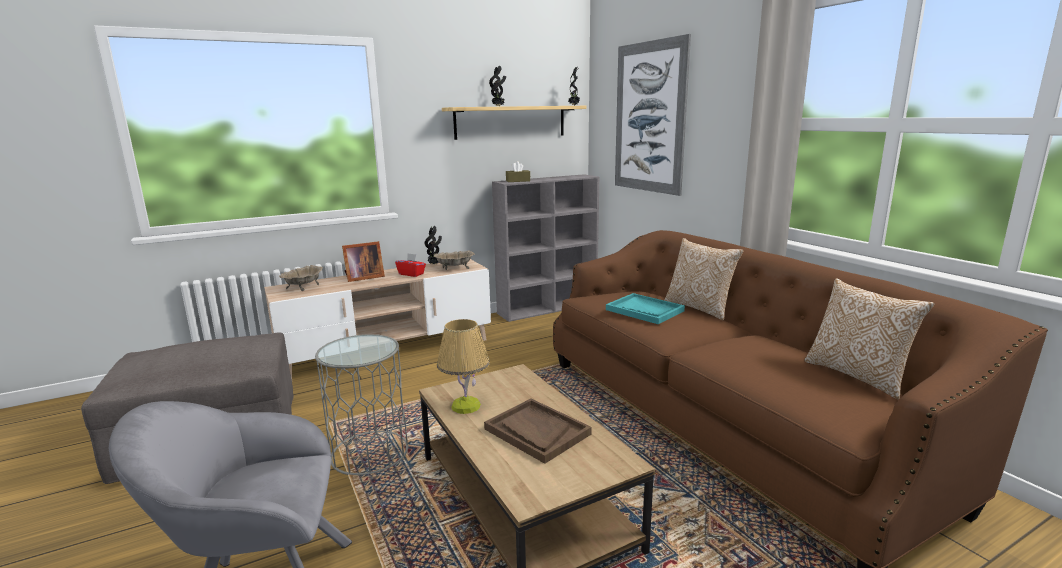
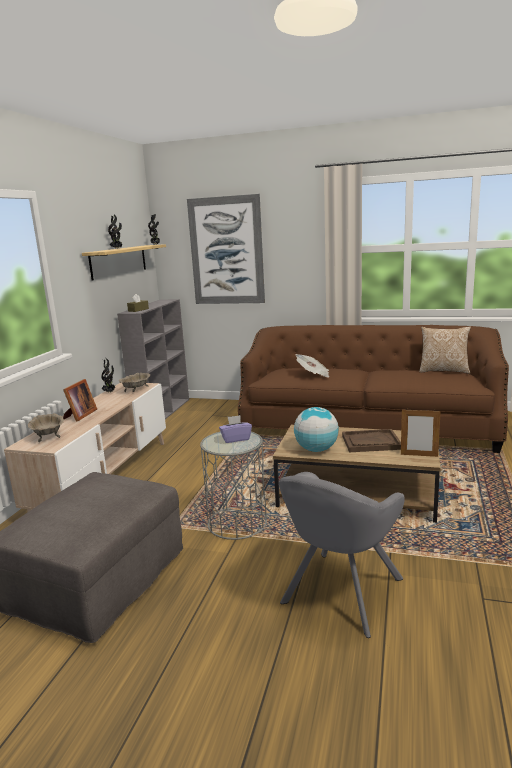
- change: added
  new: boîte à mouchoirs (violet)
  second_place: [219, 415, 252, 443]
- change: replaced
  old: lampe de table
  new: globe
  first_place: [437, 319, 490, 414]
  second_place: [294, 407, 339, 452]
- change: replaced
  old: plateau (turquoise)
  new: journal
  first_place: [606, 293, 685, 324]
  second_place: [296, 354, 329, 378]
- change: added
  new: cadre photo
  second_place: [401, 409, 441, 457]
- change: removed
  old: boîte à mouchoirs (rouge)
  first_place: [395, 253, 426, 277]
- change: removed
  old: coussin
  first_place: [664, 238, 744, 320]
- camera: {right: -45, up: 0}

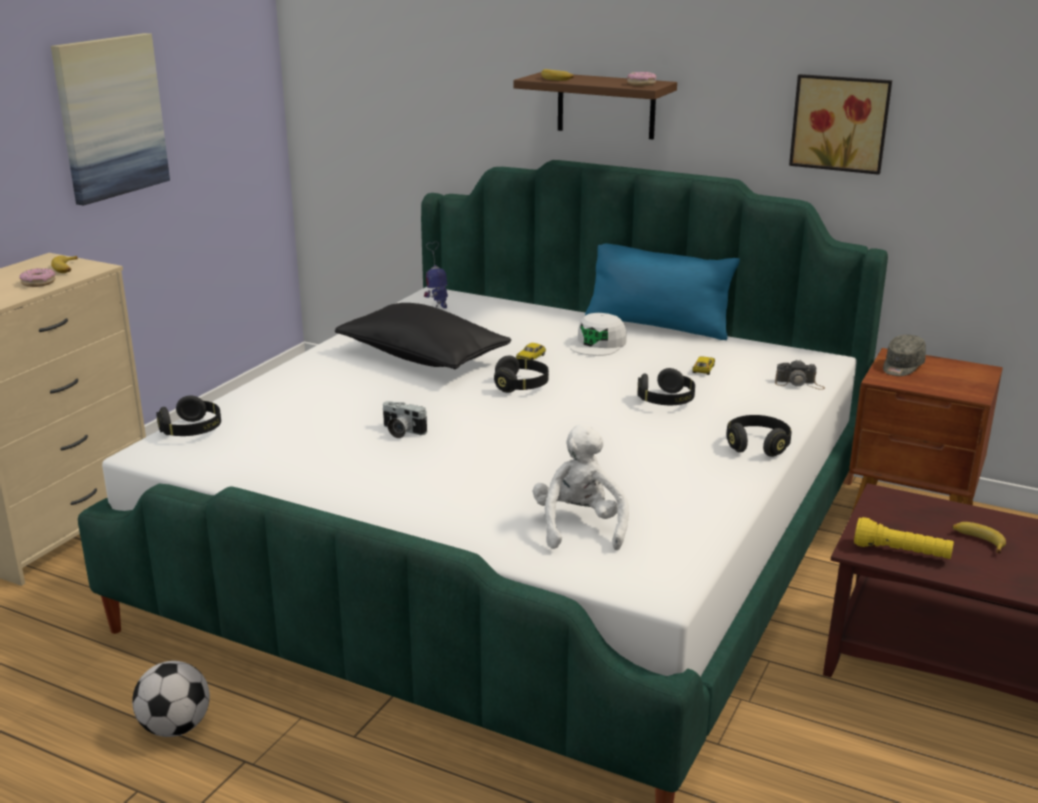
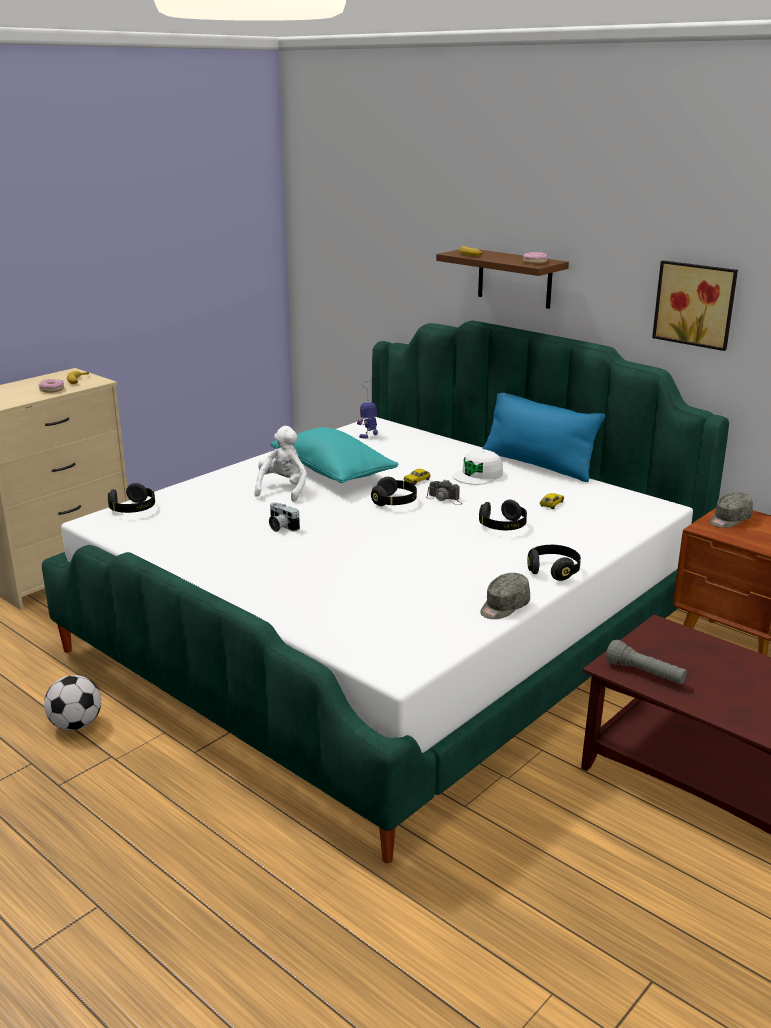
- change: moved
  old: peluche (blanc)
  first_place: [533, 424, 629, 550]
  second_place: [254, 426, 307, 502]
- change: recoloured
  old: coussin (noir)
  new: coussin (turquoise)
  first_place: [335, 303, 511, 369]
  second_place: [270, 427, 399, 483]
- change: moved
  old: appareil photo
  first_place: [775, 359, 825, 390]
  second_place: [426, 479, 462, 505]
- change: added
  new: casquette (gris)
  second_place: [480, 573, 530, 619]
- change: recoloured
  old: lampe de poche (jaune)
  new: lampe de poche (gris)
  first_place: [854, 517, 954, 559]
  second_place: [606, 640, 687, 685]
- change: removed
  old: tableau
  first_place: [51, 33, 170, 206]
- change: removed
  old: banane
  first_place: [952, 522, 1006, 554]
- camera: {right: 15, up: 0}

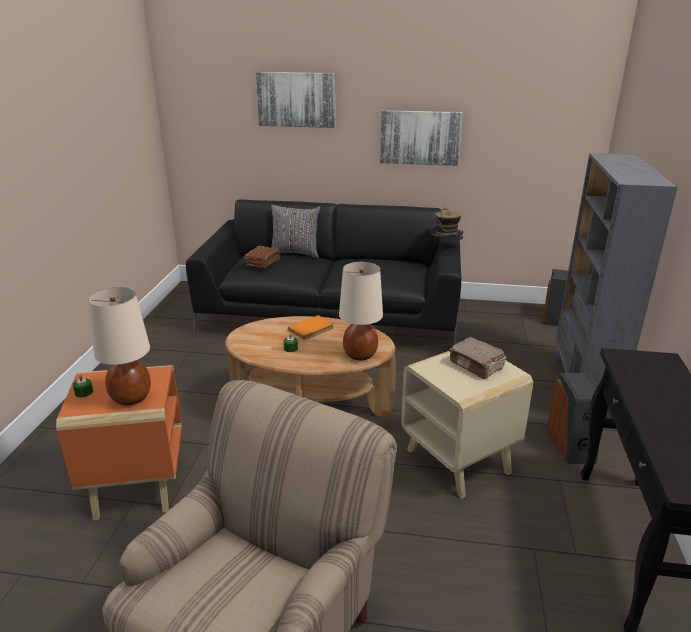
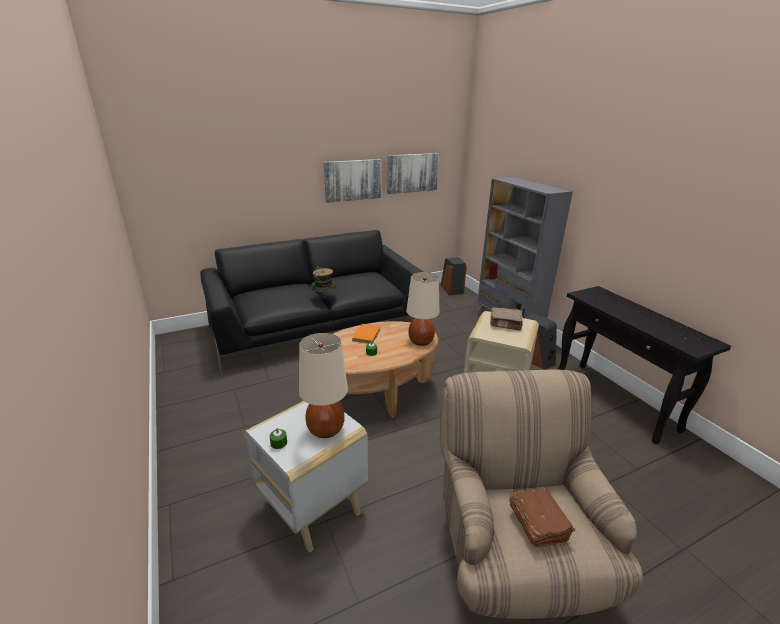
- change: recoloured
  old: table d'appoint (orange)
  new: table d'appoint (blanc)
  first_place: [56, 365, 182, 520]
  second_place: [244, 401, 368, 553]
- change: moved
  old: chapeau
  first_place: [431, 207, 464, 240]
  second_place: [311, 266, 337, 294]
- change: moved
  old: tableau
  first_place: [256, 72, 336, 128]
  second_place: [387, 153, 439, 194]
- change: moved
  old: livre (marron)
  first_place: [244, 246, 280, 268]
  second_place: [509, 487, 575, 547]
- change: removed
  old: coussin (gris)
  first_place: [271, 205, 321, 258]
- camera: {right: -35, up: 0}

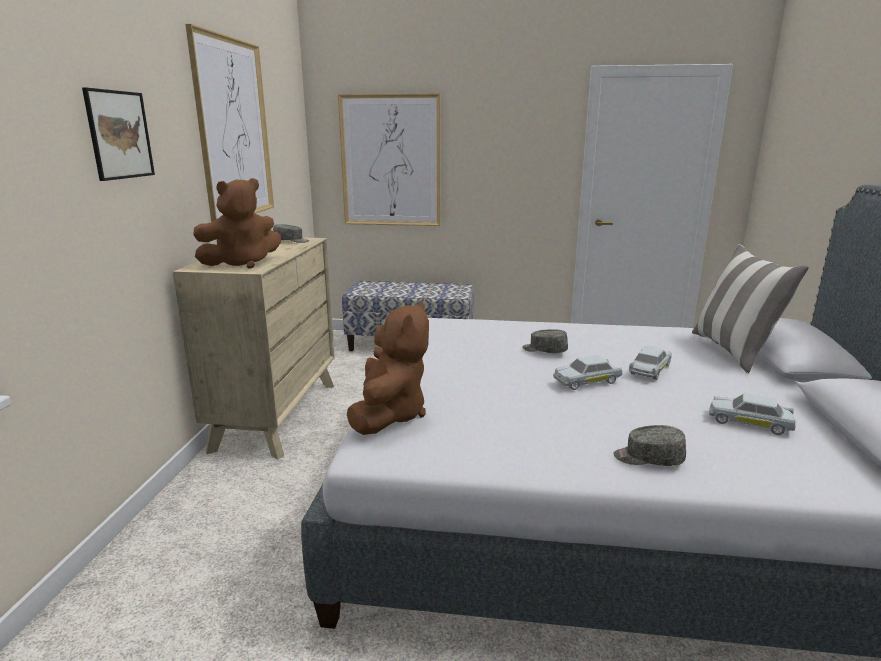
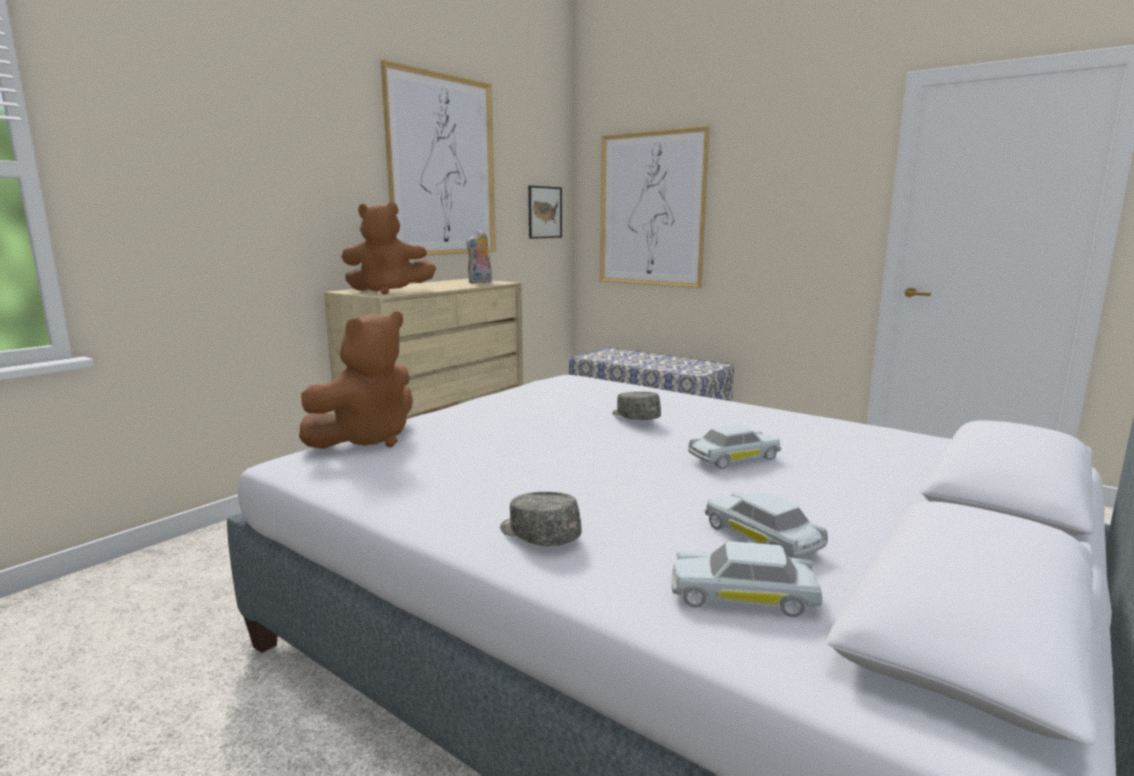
- change: replaced
  old: casquette (gris)
  new: peluche
  first_place: [273, 224, 309, 243]
  second_place: [466, 229, 492, 283]
- change: moved
  old: tableau
  first_place: [82, 87, 155, 181]
  second_place: [528, 186, 562, 239]
- change: moved
  old: petite voiture (blanc)
  first_place: [553, 355, 622, 390]
  second_place: [672, 541, 823, 617]
- change: removed
  old: coussin
  first_place: [692, 244, 809, 373]
- camera: {right: 30, up: -5}

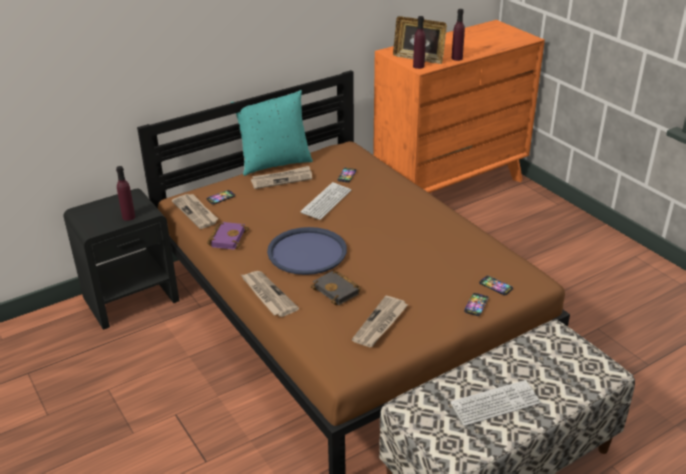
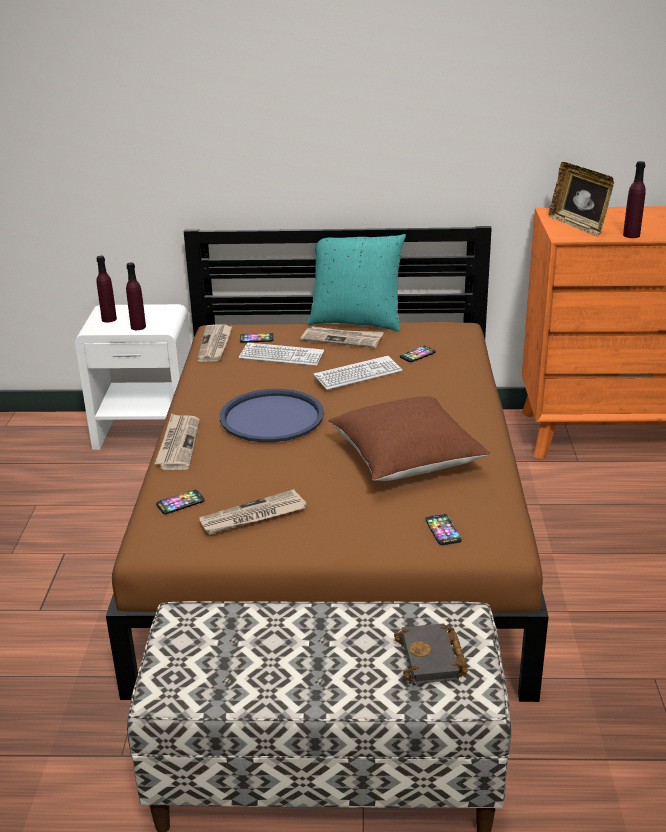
- change: recoloured
  old: table de chevet (noir)
  new: table de chevet (blanc)
  first_place: [63, 189, 179, 330]
  second_place: [75, 304, 191, 450]
- change: moved
  old: bouteille (violet)
  first_place: [413, 16, 426, 69]
  second_place: [97, 256, 117, 322]
- change: moved
  old: téléphone
  first_place: [464, 293, 489, 316]
  second_place: [156, 490, 205, 514]
- change: moved
  old: clavier
  first_place: [450, 380, 541, 426]
  second_place: [239, 343, 324, 366]
- change: added
  new: coussin (marron)
  second_place: [328, 396, 490, 481]
- change: moved
  old: livre (noir)
  first_place: [310, 271, 361, 305]
  second_place: [394, 623, 468, 684]
- change: removed
  old: livre (violet)
  first_place: [207, 222, 249, 250]
- camera: {right: 35, up: -5}

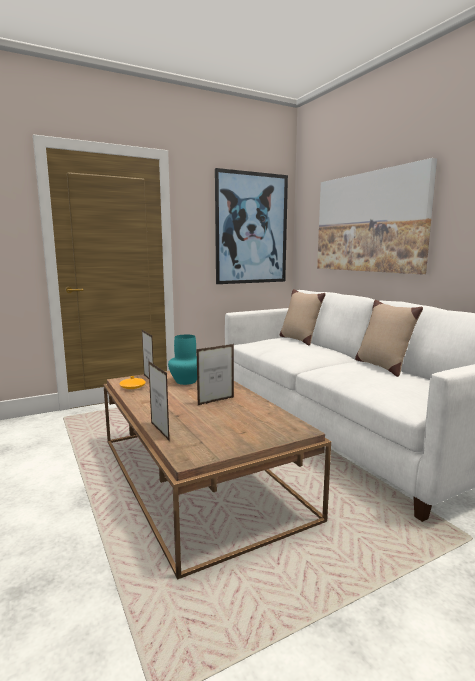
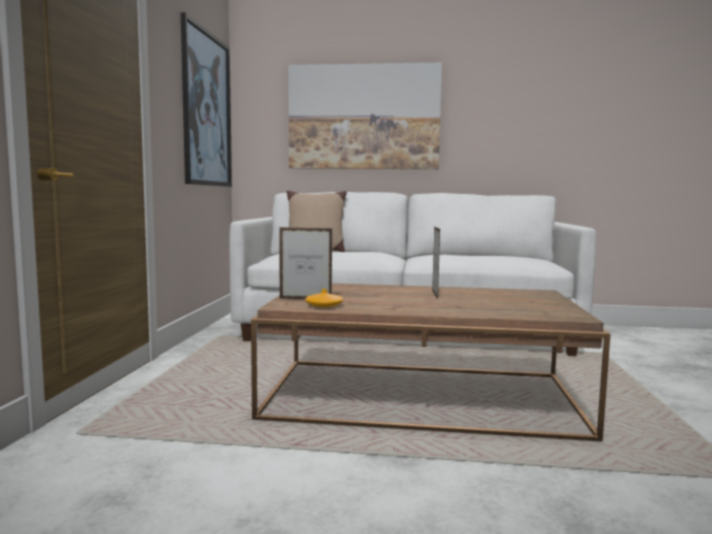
- change: removed
  old: cadre photo
  first_place: [148, 361, 169, 440]
- change: removed
  old: vase (turquoise)
  first_place: [168, 335, 197, 385]
- change: removed
  old: coussin (beige)
  first_place: [355, 300, 423, 377]
- camera: {right: -55, up: -5}

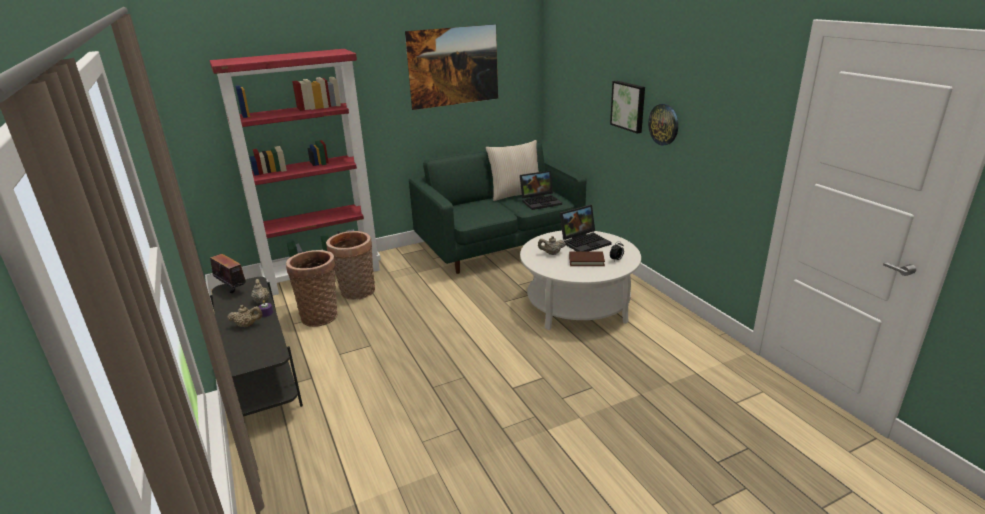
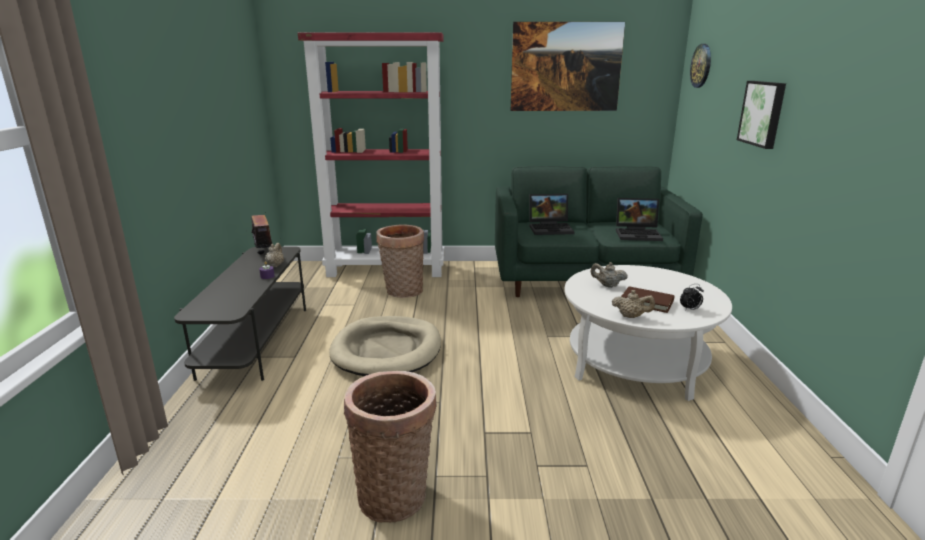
- change: added
  new: panier pour chien (beige)
  second_place: [329, 316, 441, 376]
- change: moved
  old: panier
  first_place: [286, 250, 338, 327]
  second_place: [344, 371, 437, 523]
- change: moved
  old: ordinateur portable
  first_place: [560, 205, 612, 252]
  second_place: [529, 194, 575, 235]
- change: moved
  old: théière (beige)
  first_place: [227, 305, 263, 327]
  second_place: [612, 290, 655, 318]
- change: moved
  old: horloge murale
  first_place: [648, 104, 678, 145]
  second_place: [690, 44, 711, 88]
- change: removed
  old: coussin (beige)
  first_place: [486, 140, 539, 201]
- camera: {right: 25, up: -5}

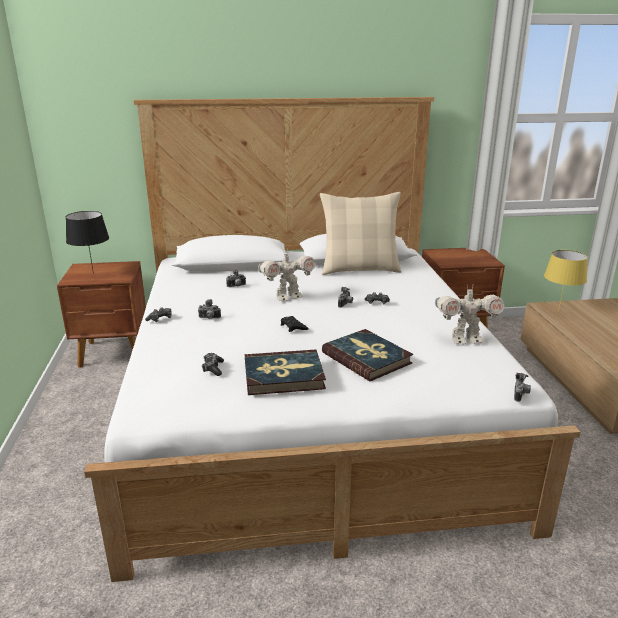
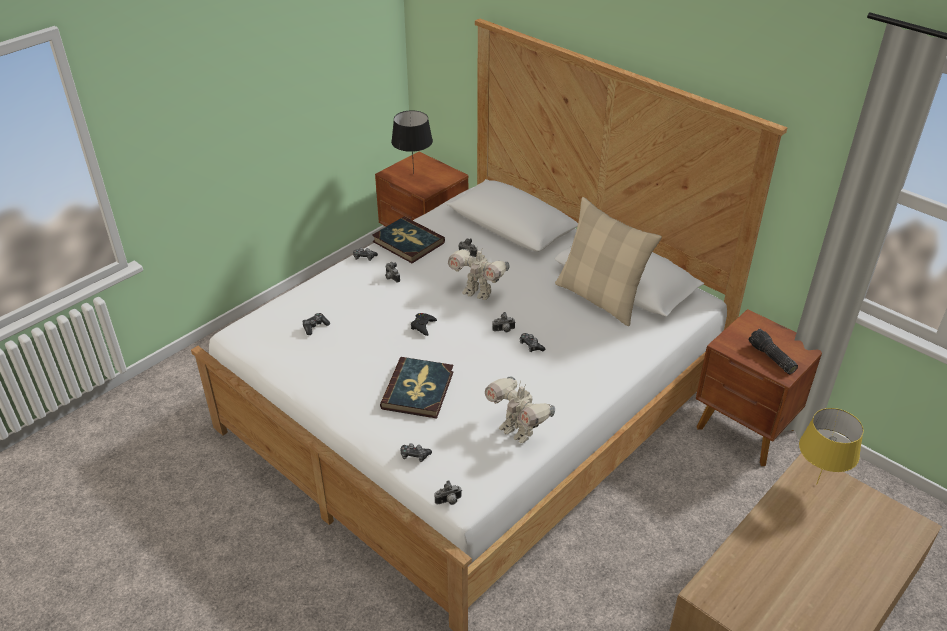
- change: moved
  old: livre
  first_place: [245, 350, 326, 395]
  second_place: [372, 216, 445, 263]
- change: added
  new: manette
  second_place: [400, 443, 432, 462]
- change: added
  new: lampe de poche
  second_place: [749, 329, 798, 374]
- camera: {right: 50, up: 15}

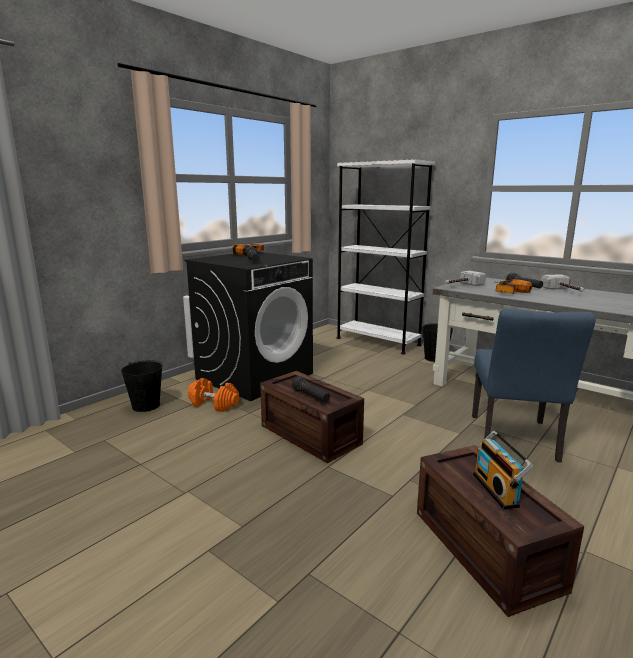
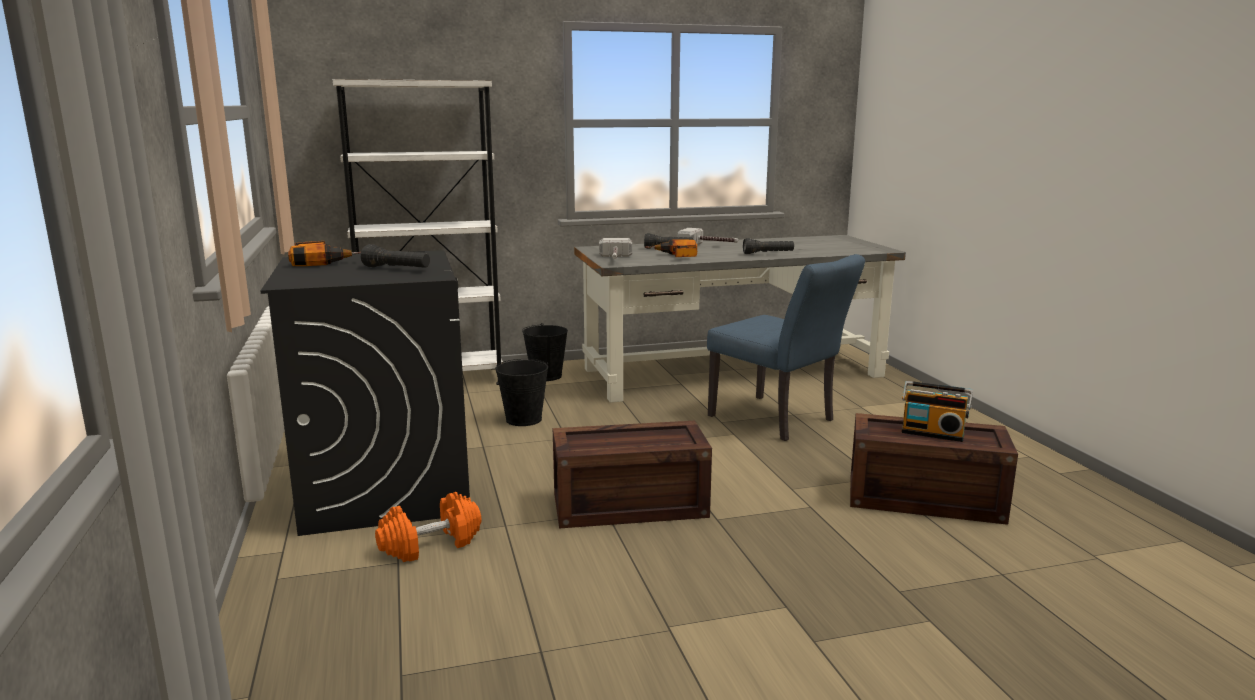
- change: moved
  old: seau (noir)
  first_place: [121, 360, 163, 412]
  second_place: [495, 359, 548, 426]
- change: moved
  old: lampe de poche (noir)
  first_place: [292, 376, 330, 402]
  second_place: [743, 238, 794, 254]
- camera: {right: -55, up: 0}

